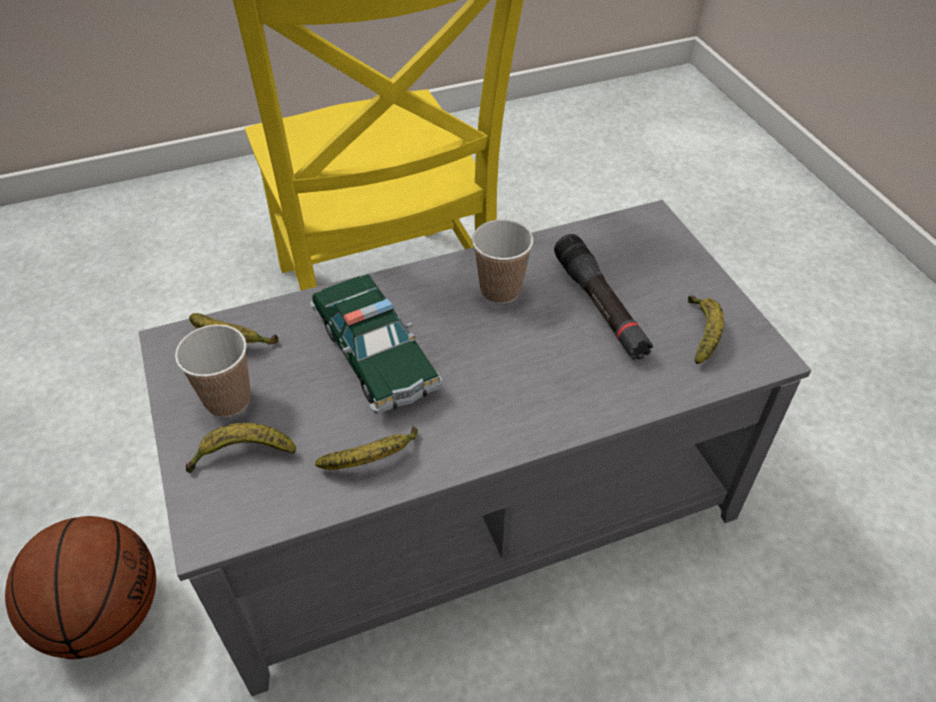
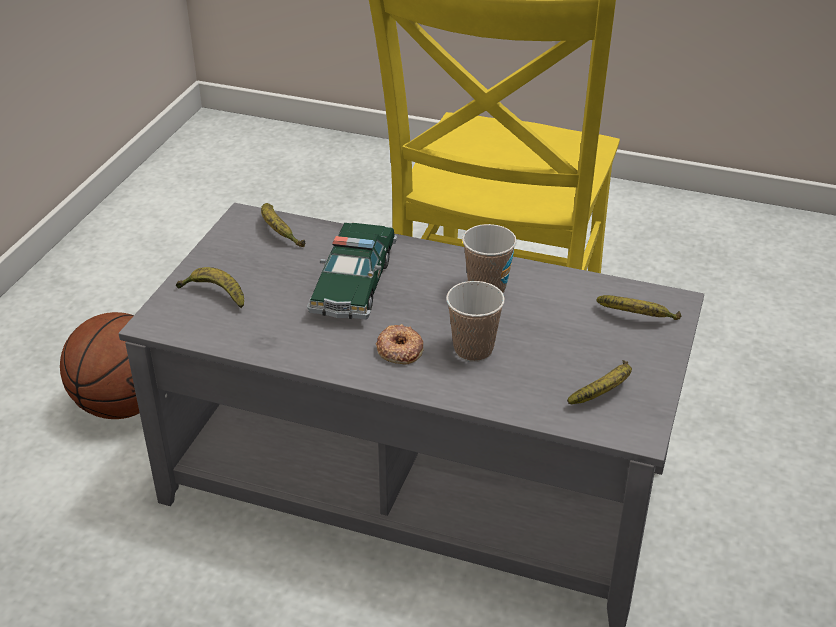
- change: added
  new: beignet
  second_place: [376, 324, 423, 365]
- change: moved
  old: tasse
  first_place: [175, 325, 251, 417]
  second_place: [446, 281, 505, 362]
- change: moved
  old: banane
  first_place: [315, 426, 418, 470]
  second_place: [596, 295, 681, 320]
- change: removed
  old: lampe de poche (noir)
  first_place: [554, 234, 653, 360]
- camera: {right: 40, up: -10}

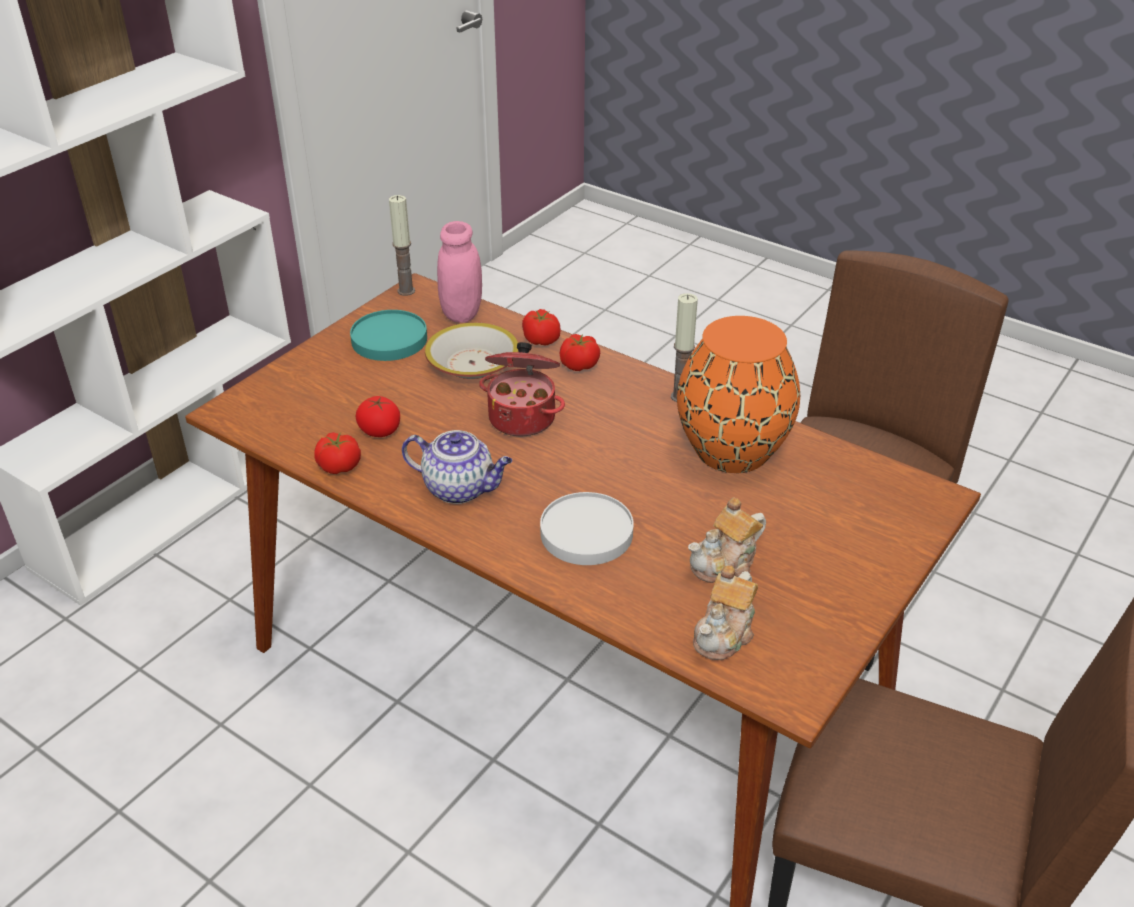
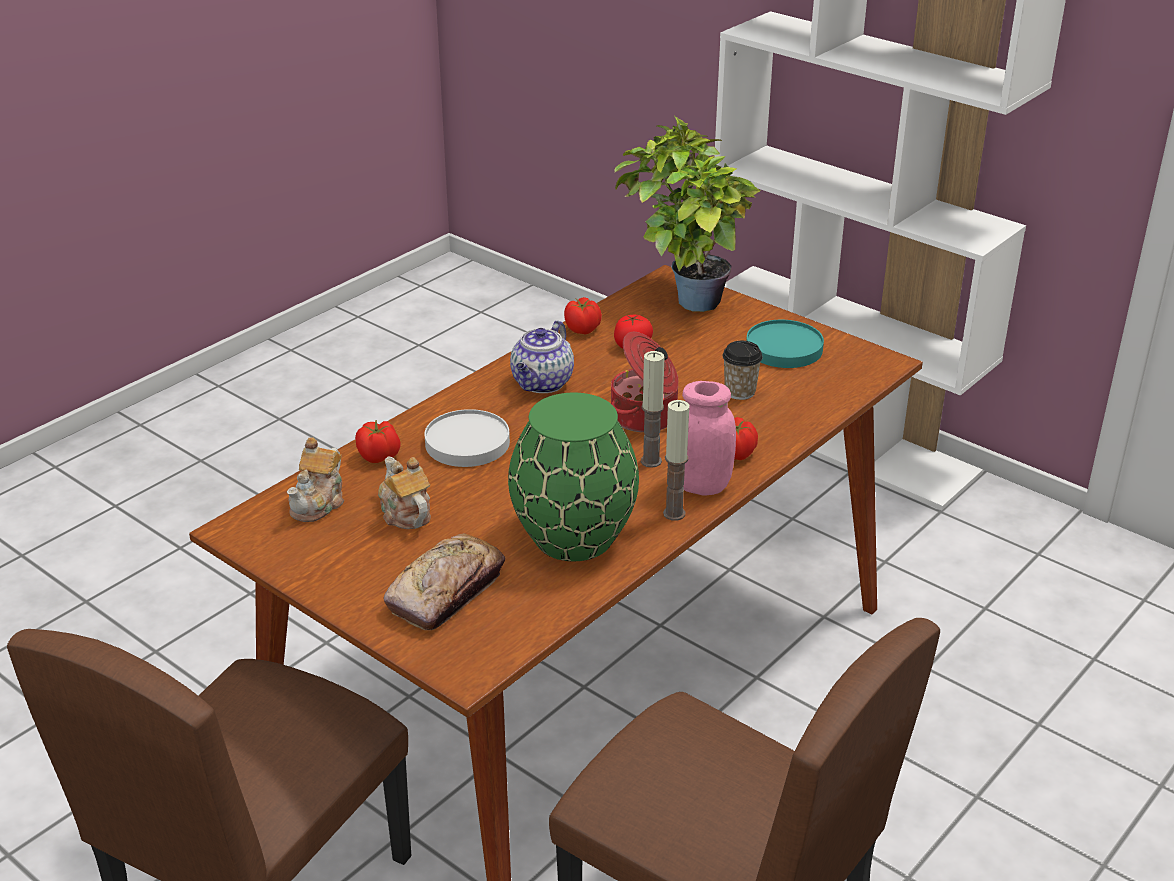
- change: turned
  old: théière
  first_place: [693, 565, 758, 660]
  second_place: [287, 437, 344, 522]
  degrees: -105
- change: moved
  old: tomate
  first_place: [522, 309, 561, 346]
  second_place: [355, 420, 400, 463]
- change: added
  new: pain
  second_place: [383, 533, 505, 630]
- change: recoloured
  old: vase (orange)
  new: vase (vert)
  first_place: [677, 316, 800, 473]
  second_place: [508, 393, 639, 561]
- change: added
  new: plante en pot
  second_place: [614, 116, 760, 312]
- change: moved
  old: bougie
  first_place: [389, 195, 415, 296]
  second_place: [641, 351, 664, 468]
- change: moved
  old: bocal (rose)
  first_place: [437, 221, 482, 323]
  second_place: [682, 381, 736, 496]
- change: replaced
  old: bol
  new: tasse
  first_place: [425, 323, 519, 379]
  second_place: [722, 341, 763, 400]
- camera: {right: 95, up: -5}

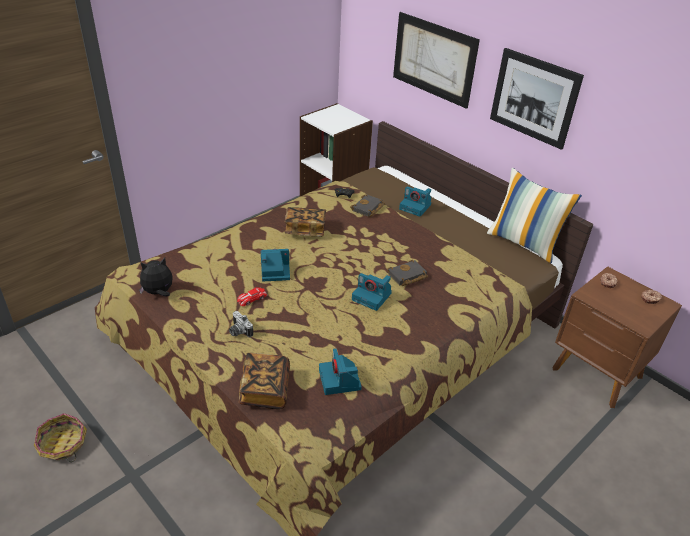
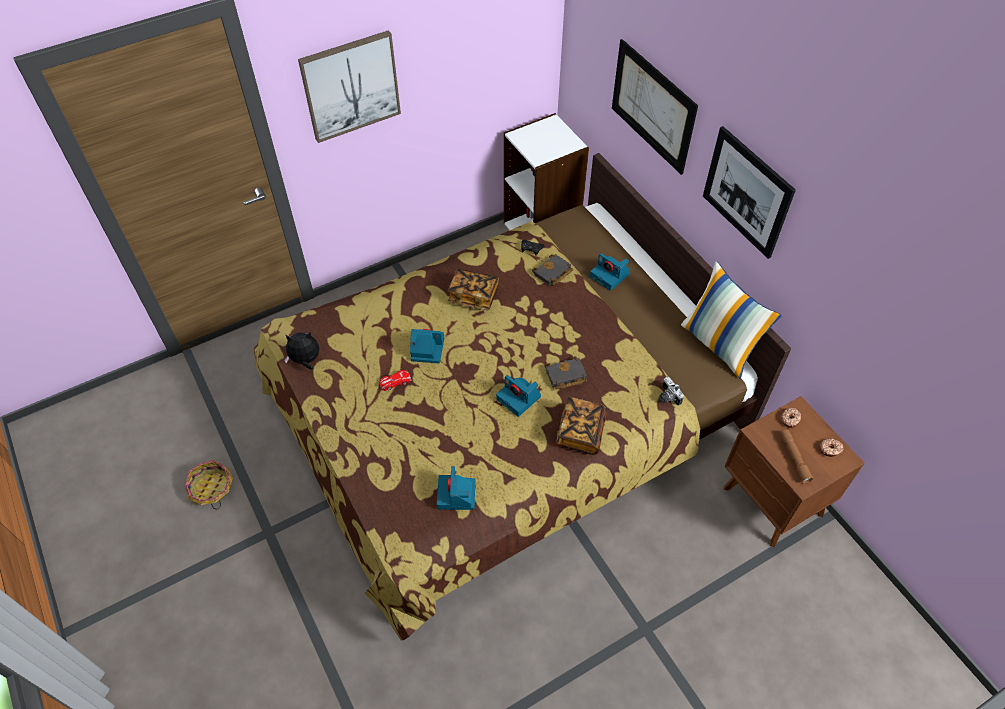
- change: added
  new: tableau
  second_place: [298, 30, 401, 143]
- change: moved
  old: livre
  first_place: [239, 353, 290, 409]
  second_place: [556, 397, 607, 455]
- change: moved
  old: appareil photo
  first_place: [229, 311, 253, 337]
  second_place: [659, 377, 684, 405]
- change: added
  new: lampe de poche (marron)
  second_place: [780, 429, 814, 484]
- camera: {right: 15, up: 15}

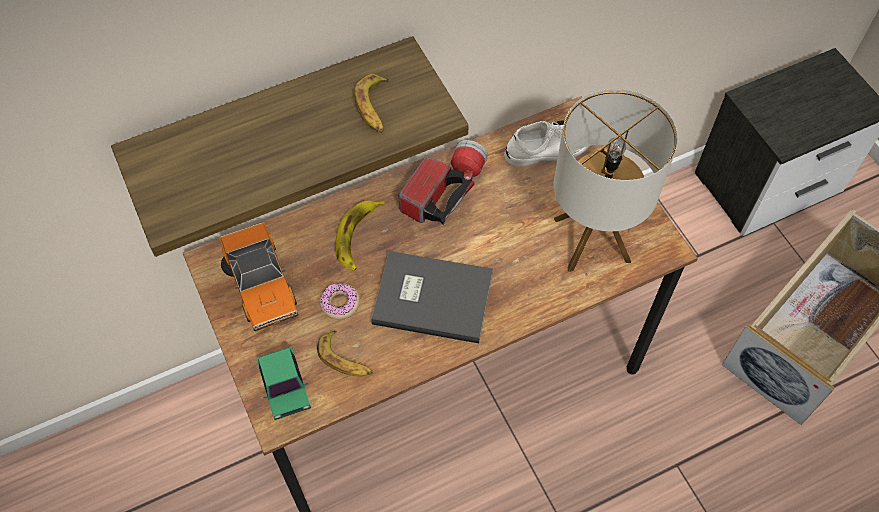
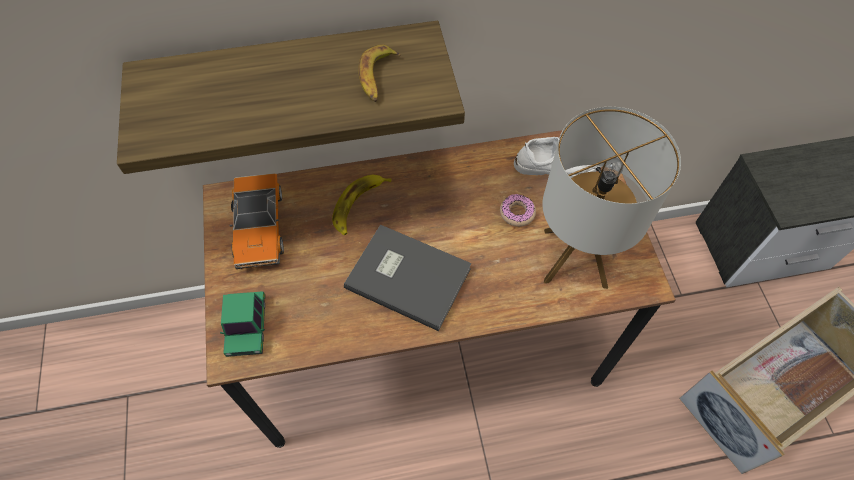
- change: moved
  old: beignet
  first_place: [320, 283, 360, 320]
  second_place: [500, 194, 536, 227]
- change: removed
  old: banane
  first_place: [317, 330, 373, 376]
- change: removed
  old: lampe de poche
  first_place: [399, 140, 488, 225]
- camera: {right: 15, up: 0}

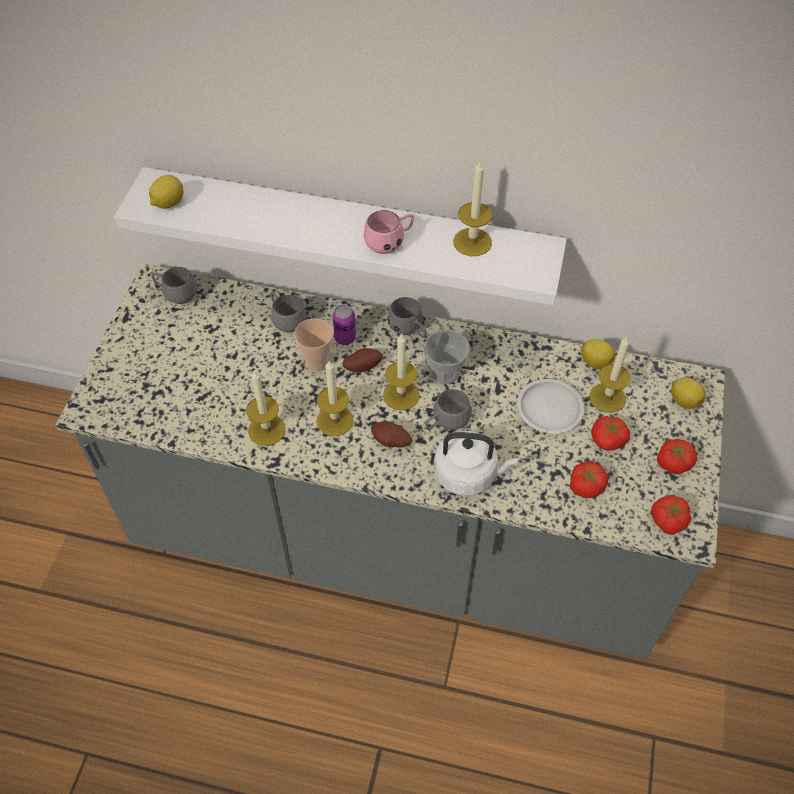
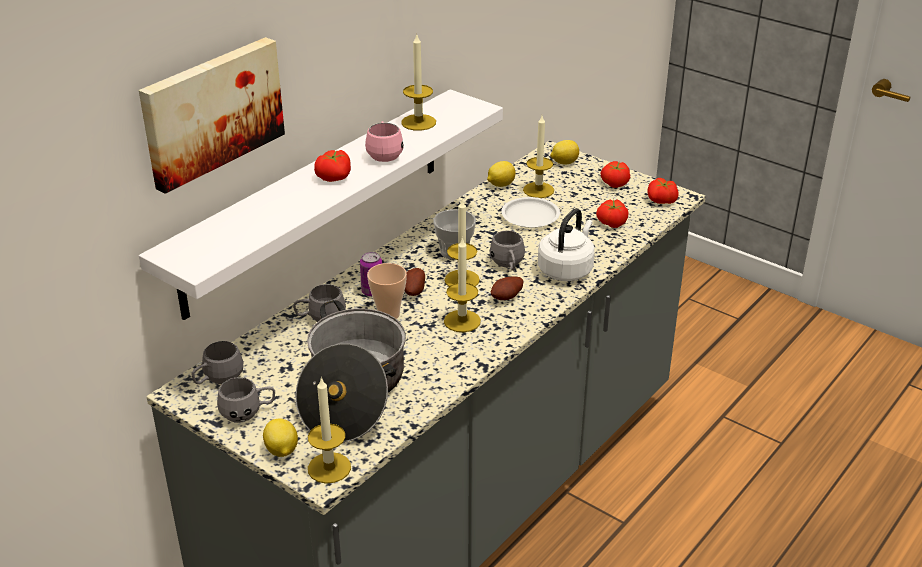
- change: added
  new: tableau
  second_place: [139, 37, 285, 194]
- change: moved
  old: mug (gris)
  first_place: [387, 297, 427, 338]
  second_place: [217, 377, 275, 423]
- change: moved
  old: citron
  first_place: [149, 175, 183, 209]
  second_place: [263, 418, 298, 457]
- change: added
  new: marmite
  second_place: [295, 300, 406, 442]
- change: moved
  old: bougie
  first_place: [246, 369, 286, 446]
  second_place: [308, 377, 351, 484]
- change: moved
  old: tomate
  first_place: [591, 416, 630, 451]
  second_place: [314, 150, 351, 182]
- camera: {right: -65, up: -20}

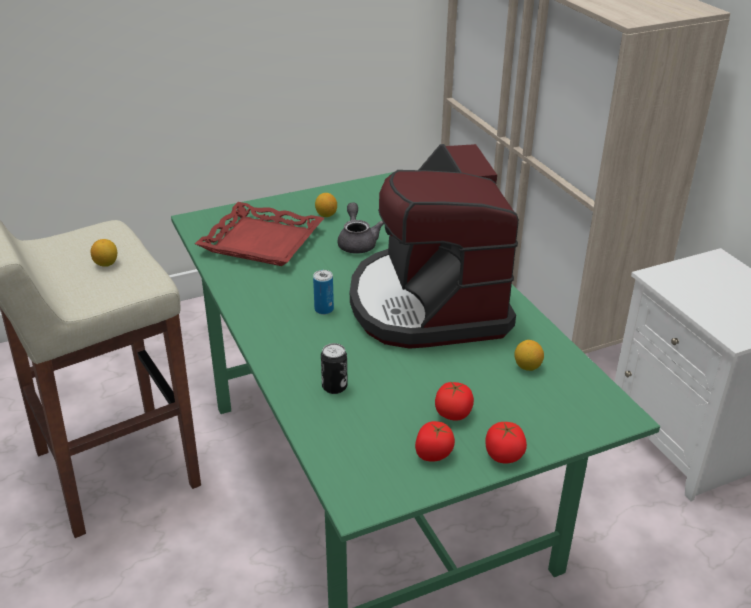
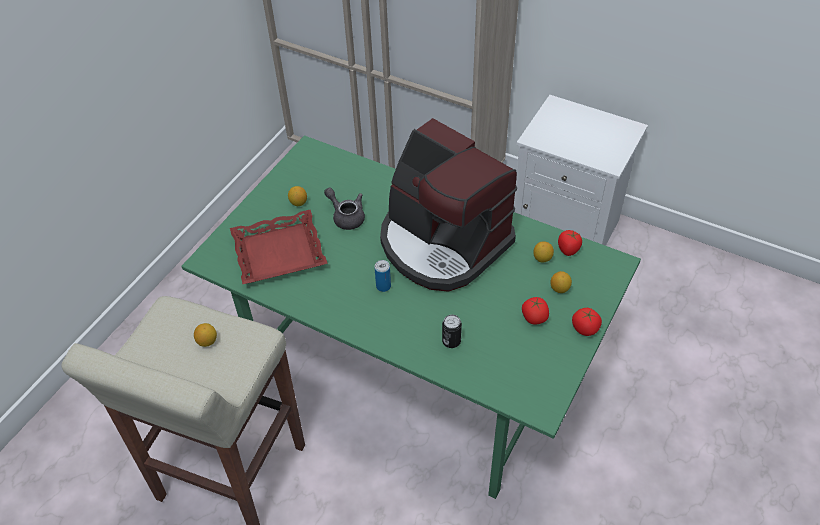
- change: added
  new: citron
  second_place: [550, 271, 572, 293]
- change: moved
  old: tomate
  first_place: [415, 421, 455, 461]
  second_place: [558, 230, 582, 256]
- camera: {right: -35, up: 15}

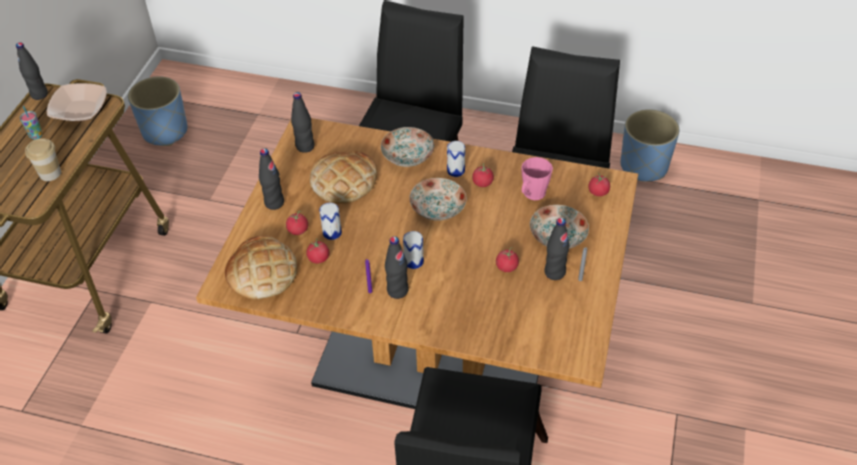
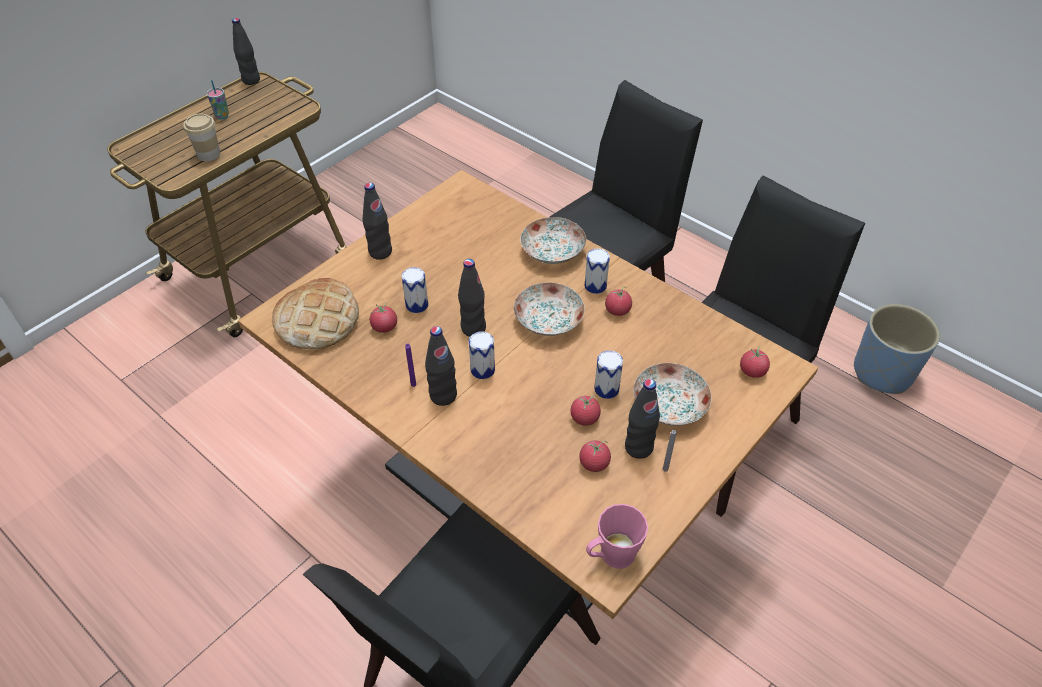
- change: moved
  old: bouteille (noir)
  first_place: [291, 92, 315, 153]
  second_place: [458, 259, 486, 337]
- change: moved
  old: tomate
  first_place: [286, 211, 308, 235]
  second_place: [579, 441, 611, 472]
- change: moved
  old: mug (rose)
  first_place: [521, 157, 553, 200]
  second_place: [586, 504, 648, 569]
- change: added
  new: boîte métallique
  second_place: [594, 350, 623, 399]
- change: removed
  old: bol
  first_place: [47, 83, 107, 122]
- change: removed
  old: cache-pot (bleu)
  first_place: [128, 76, 188, 146]
- change: removed
  old: pain
  first_place: [310, 151, 377, 204]
- camera: {right: 25, up: 0}

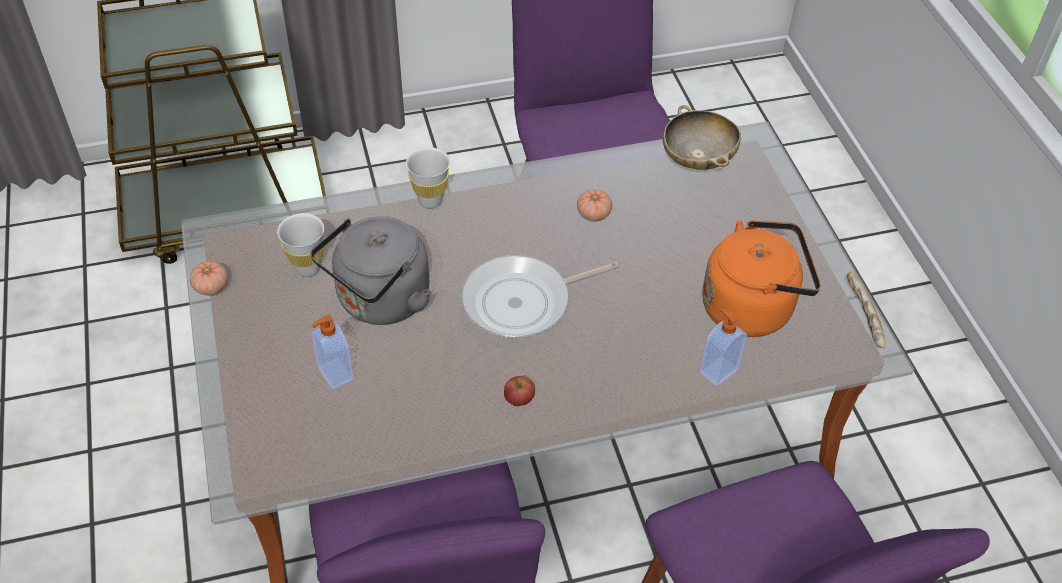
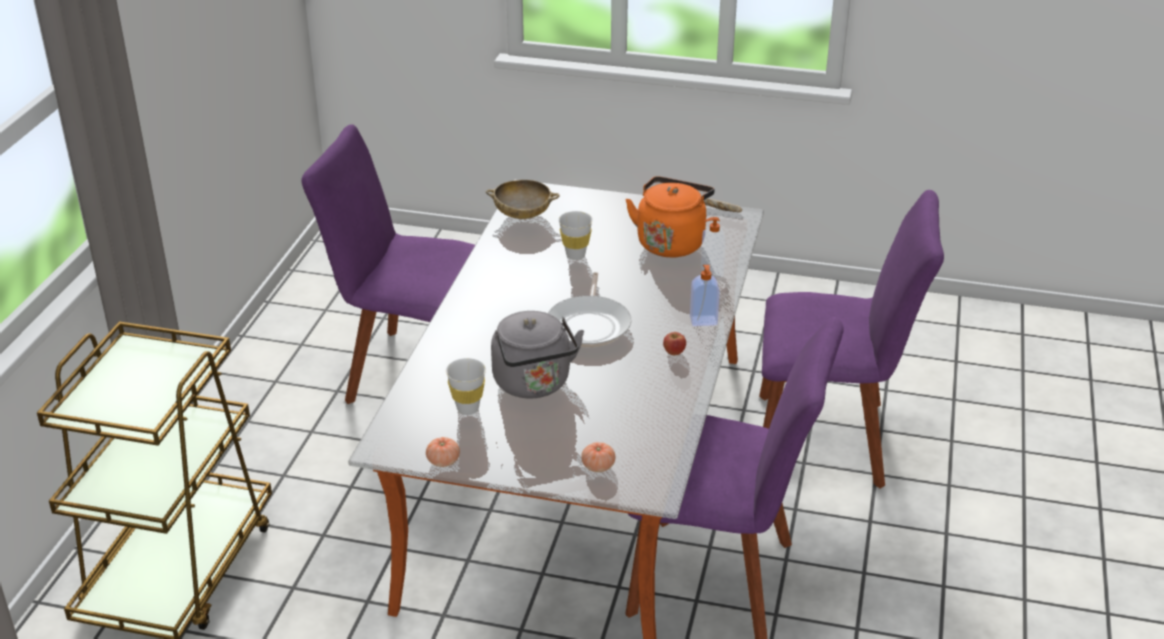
- change: moved
  old: tasse (blanc)
  first_place: [406, 147, 450, 208]
  second_place: [559, 211, 593, 260]
- change: moved
  old: tomate
  first_place: [577, 189, 612, 221]
  second_place: [581, 442, 615, 472]
- change: moved
  old: distributeur de savon
  first_place: [311, 315, 354, 390]
  second_place: [690, 265, 720, 326]
- camera: {right: -60, up: -15}

